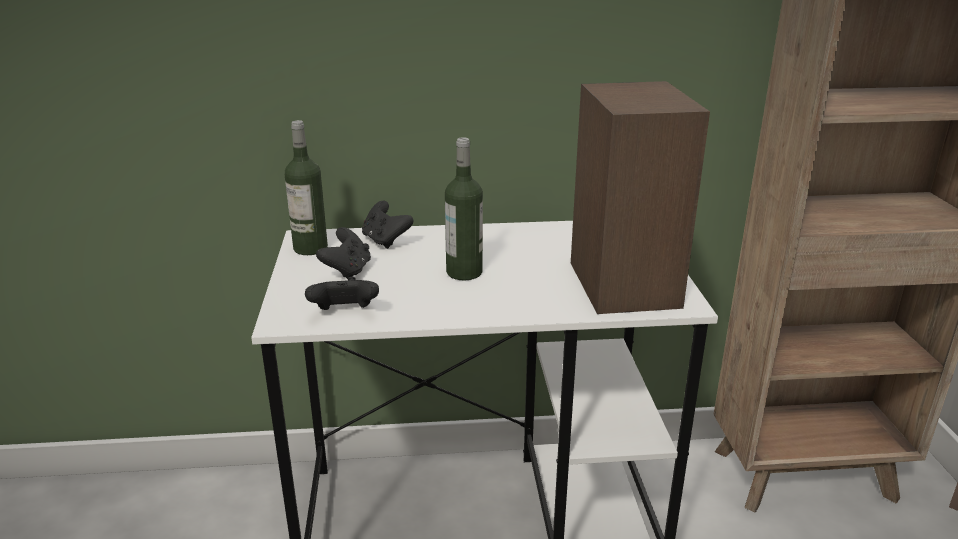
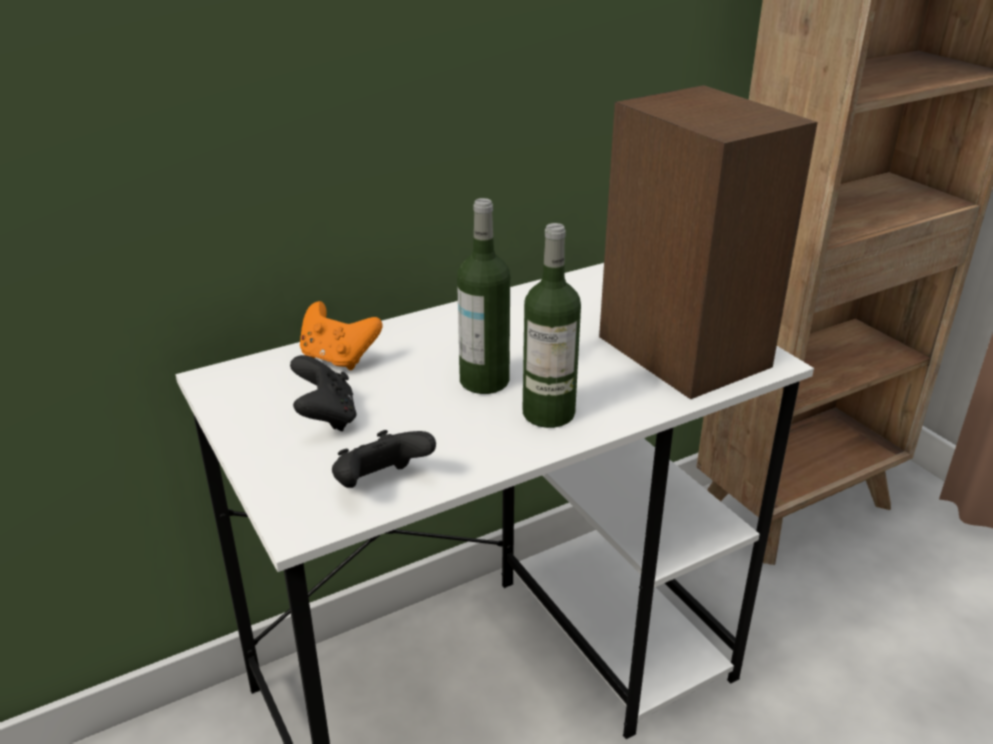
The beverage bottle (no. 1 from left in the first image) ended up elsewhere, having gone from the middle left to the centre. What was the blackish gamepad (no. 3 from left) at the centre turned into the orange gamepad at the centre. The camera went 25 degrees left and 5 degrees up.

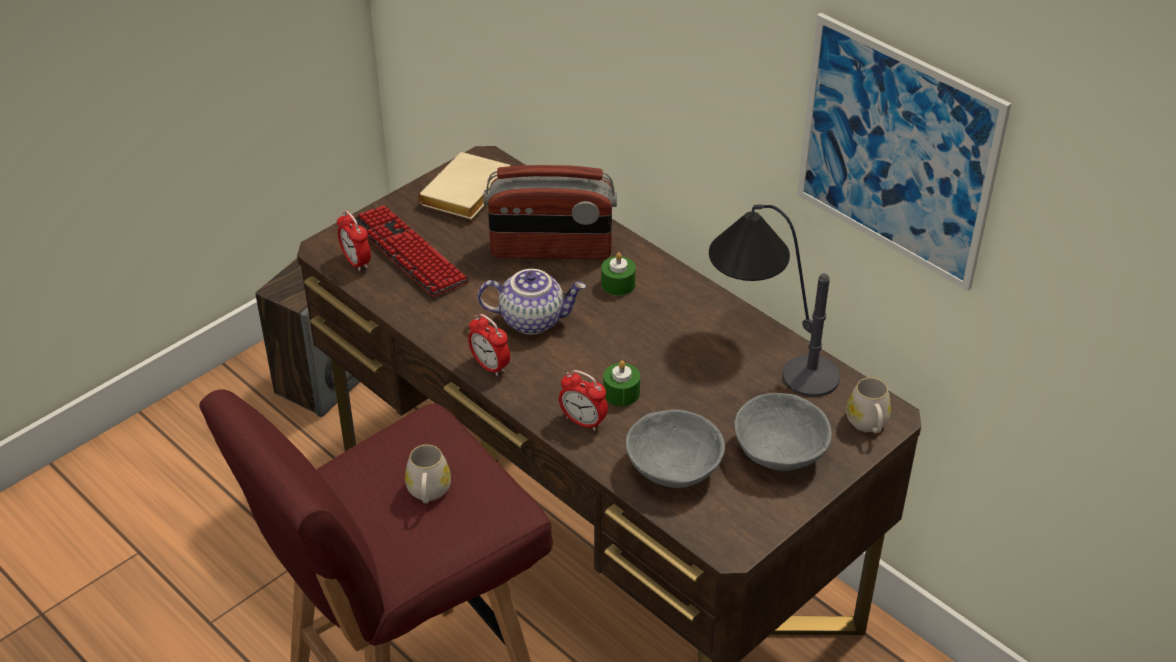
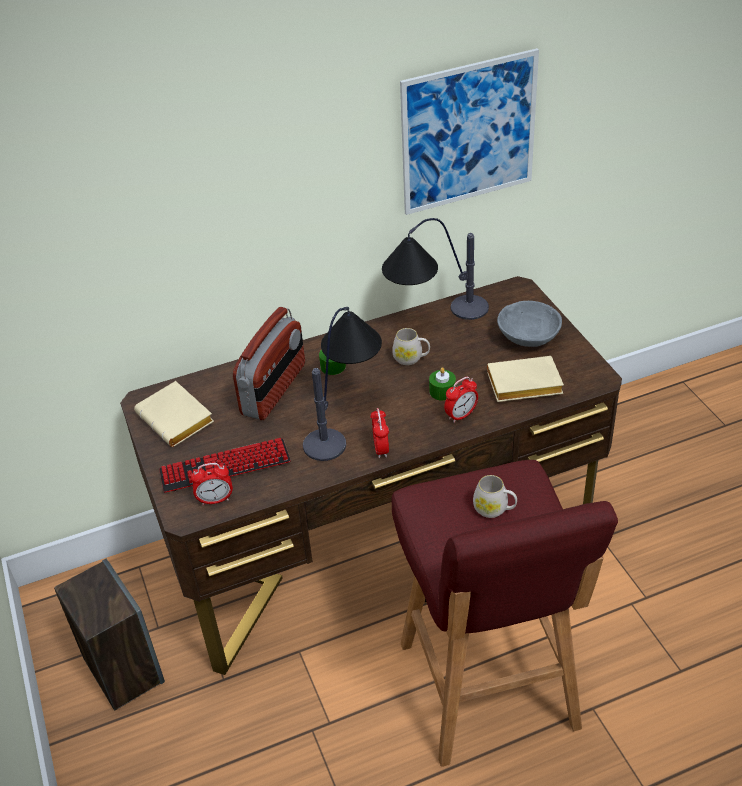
The alarm clock (no. 2 from left) at the centre ended up facing another way, 105 degrees clockwise from before. Where the teapot stood at the centre, the tabletop lamp (no. 1 from left) came to stand at the centre. Where the gray serving bowl (no. 1 from left) stood at the bottom centre, the beige-coloured bound book (no. 2 from left) came to stand at the middle right. The white-coloured mug (no. 2 from left in the first image) ended up elsewhere, having gone from the middle right to the centre. The camera went 65 degrees left and 0 degrees up.

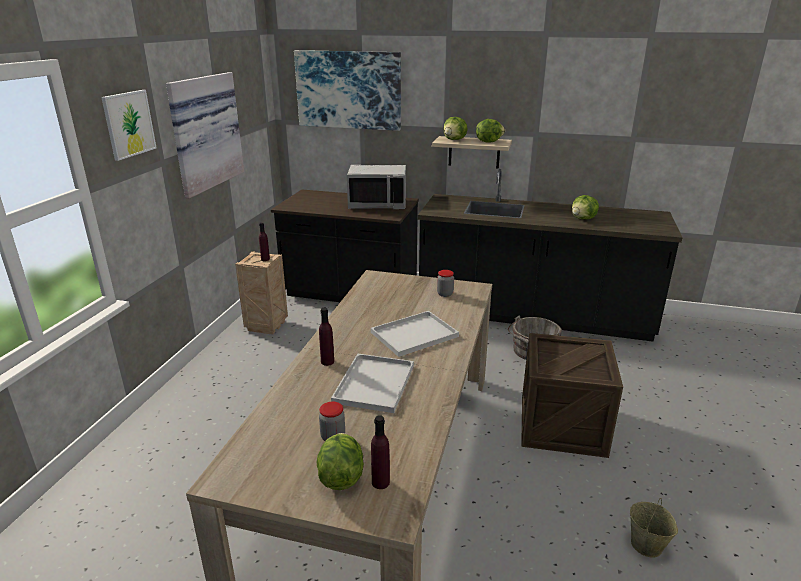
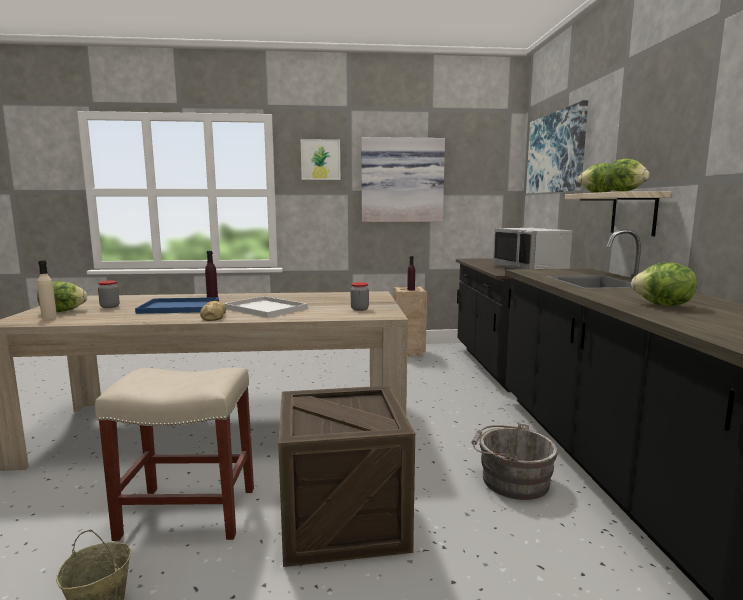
What was the white-coloured serving tray (no. 1 from left) at the centre turned into the blue serving tray at the middle left. What was the purple-coloured beverage bottle (no. 3 from left) at the bottom centre turned into the beige-coloured beverage bottle at the middle left. The second view gained the beige-coloured stool seat at the bottom left. The second view gained the baked bread at the middle left. The camera went 70 degrees right and 15 degrees down.

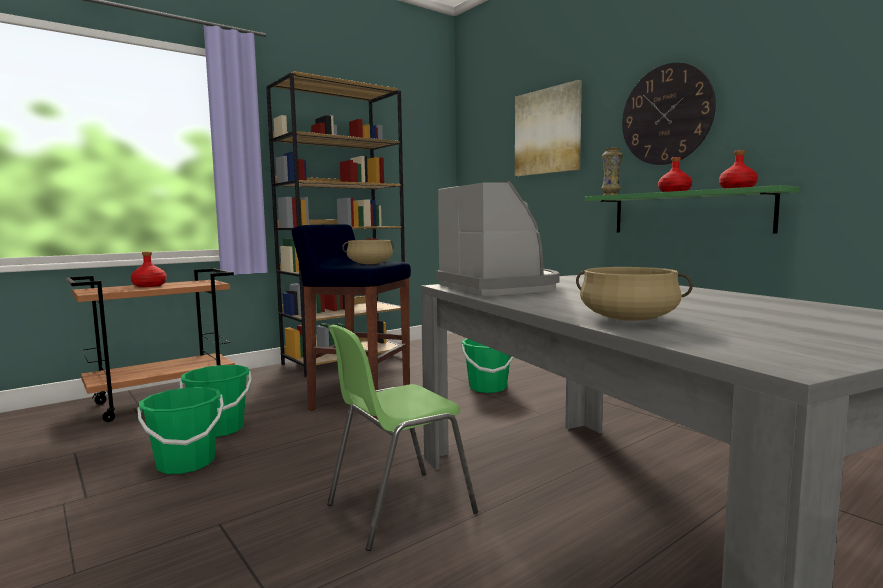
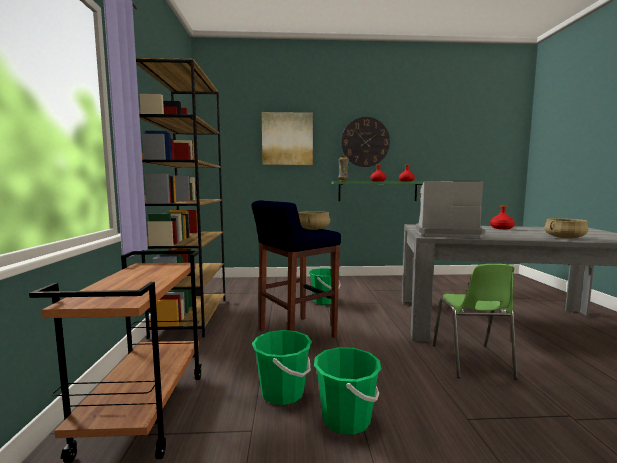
The red beverage bottle (no. 1 from left in the first image) ended up elsewhere, having gone from the middle left to the middle right. The camera went 55 degrees left and 0 degrees up.

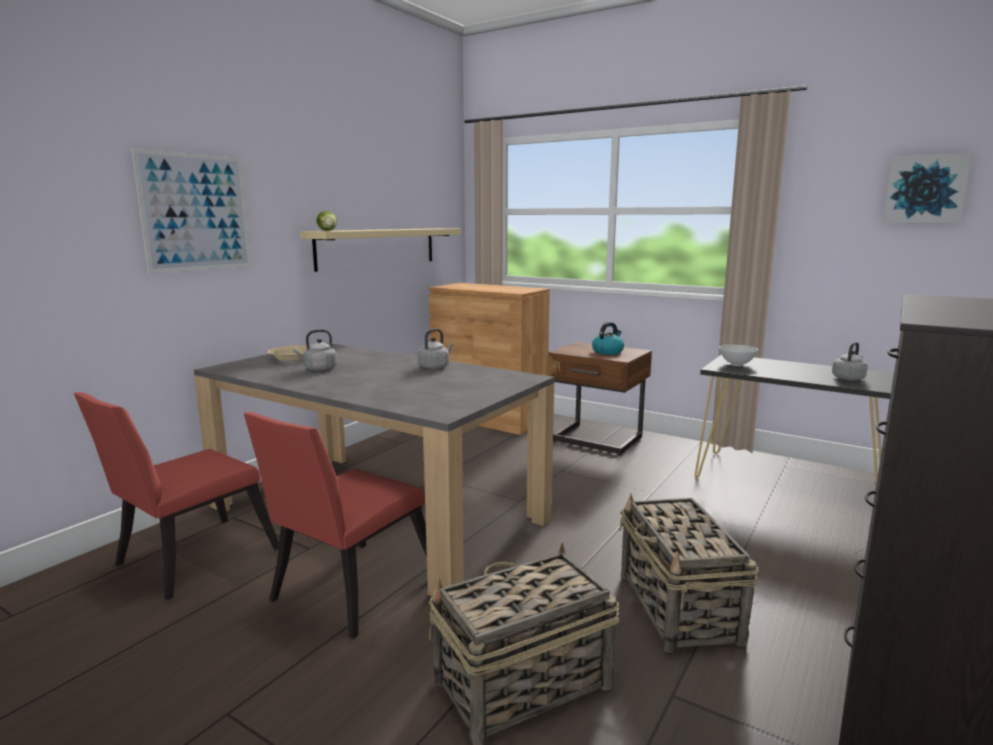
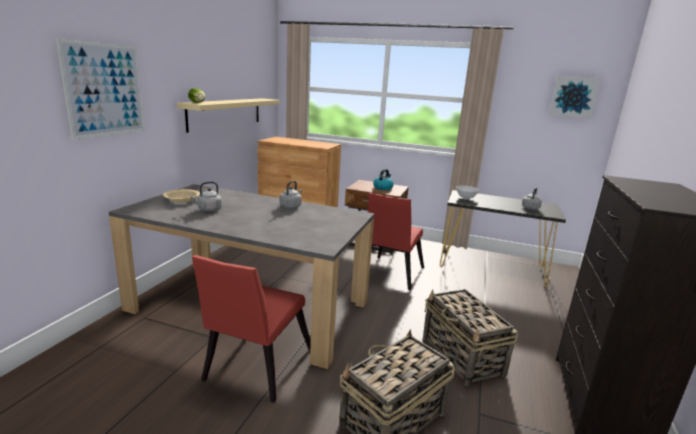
The red chair (no. 1 from left in the first image) ended up elsewhere, having gone from the middle left to the centre. The camera went 15 degrees left and 5 degrees up.

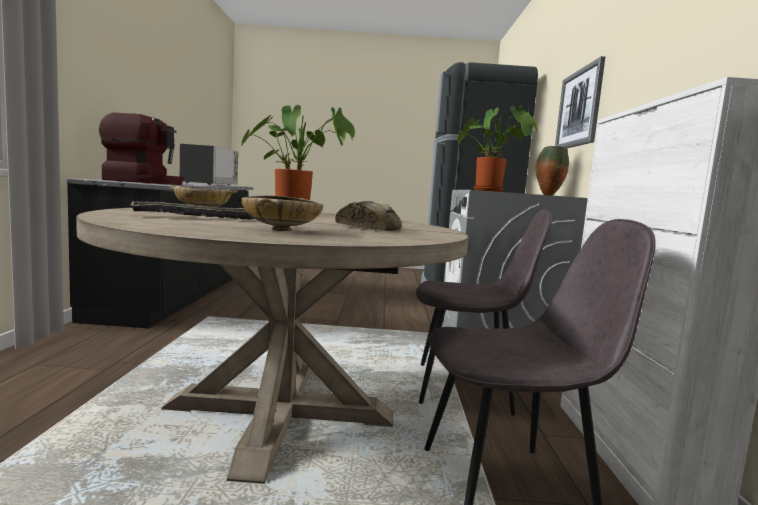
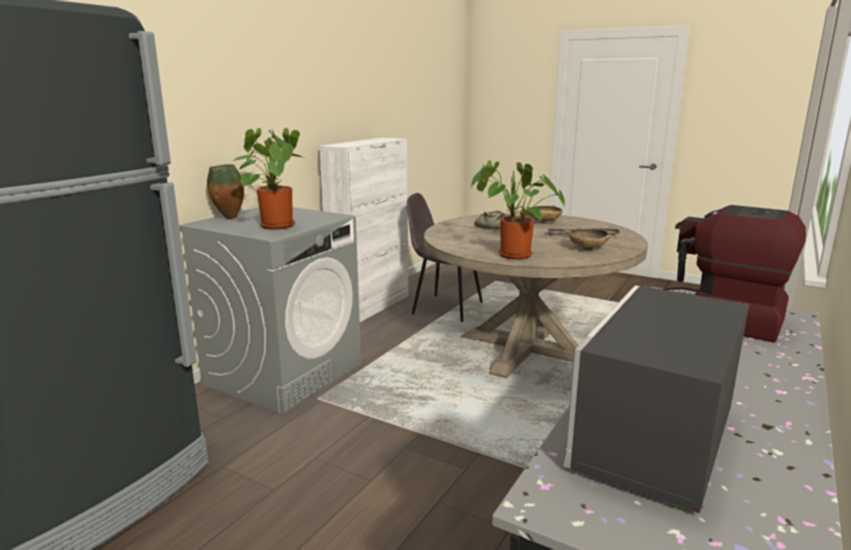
The second view lost the gray chair (no. 1 from left) at the centre. The second view lost the wall art at the top right. The camera went 150 degrees left and 10 degrees up.

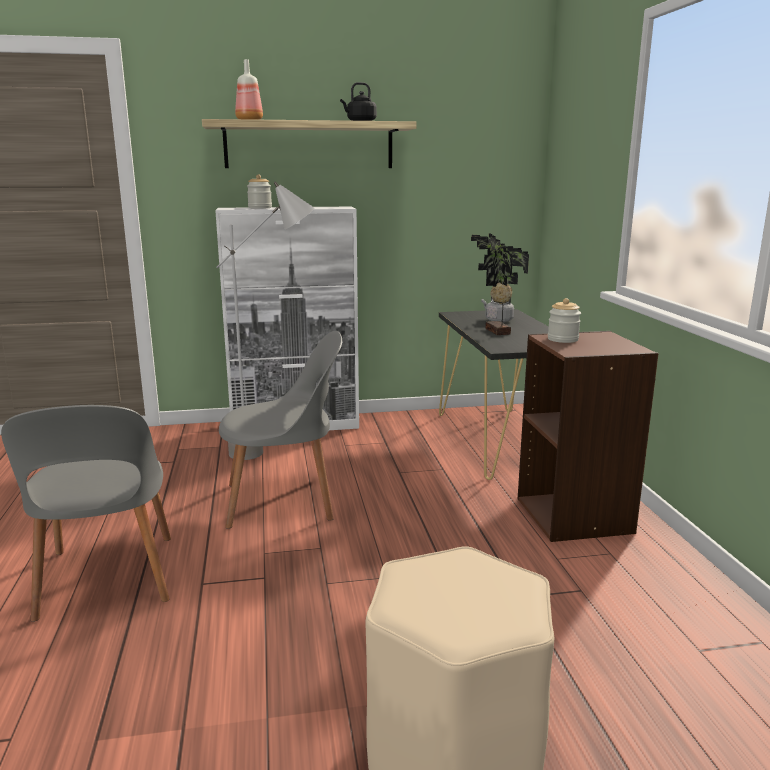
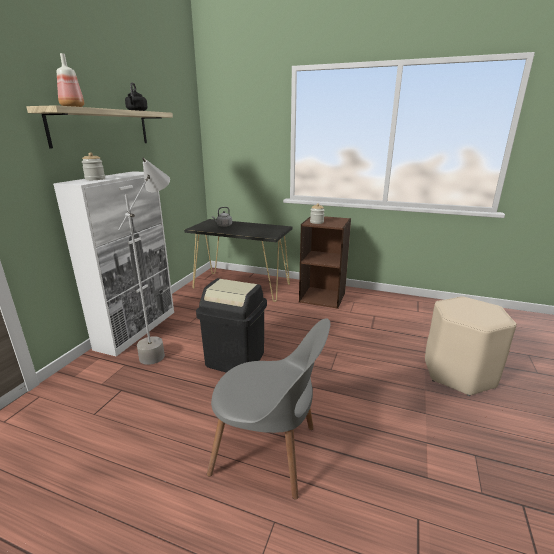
Where the gray chair (no. 2 from left) stood at the centre, the blackish trash can came to stand at the centre. The second view lost the plant in a pot at the centre. The camera went 60 degrees left and 5 degrees up.

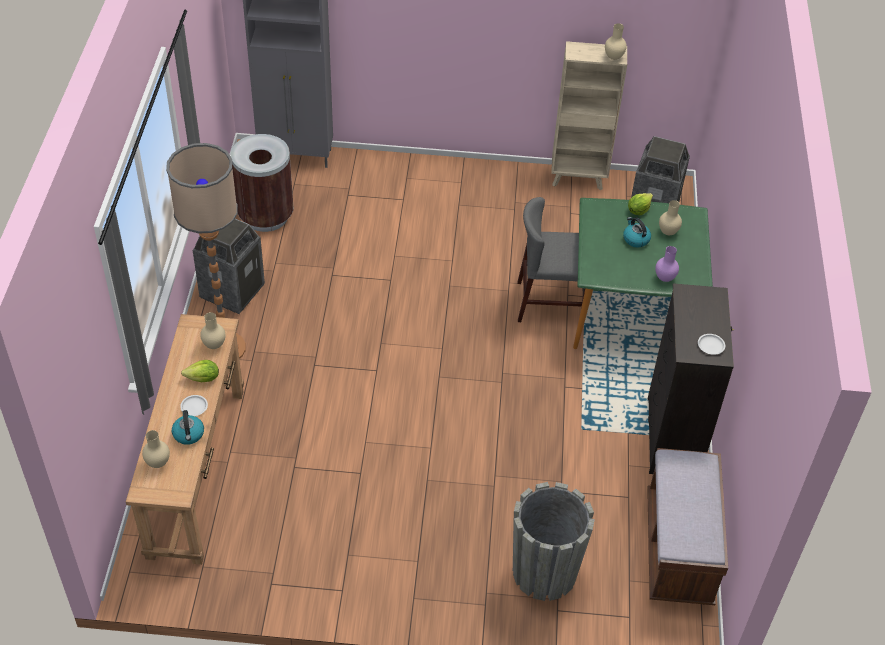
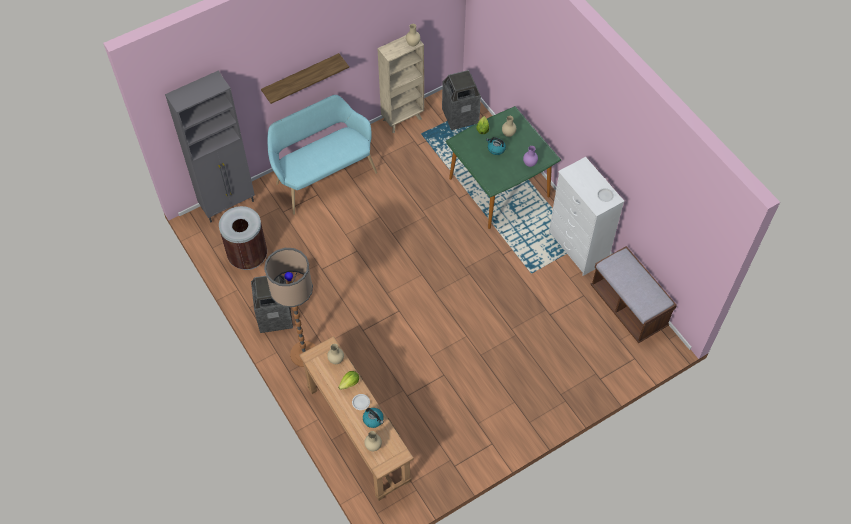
The second view lost the gray plant pot at the bottom centre. The second view lost the gray chair at the centre. What was the blackish dresser at the middle right turned into the white-coloured dresser at the middle right. The second view gained the wall shelf at the top centre. The second view gained the blue-green indoor bench at the top centre. The camera went 35 degrees left and 10 degrees up.

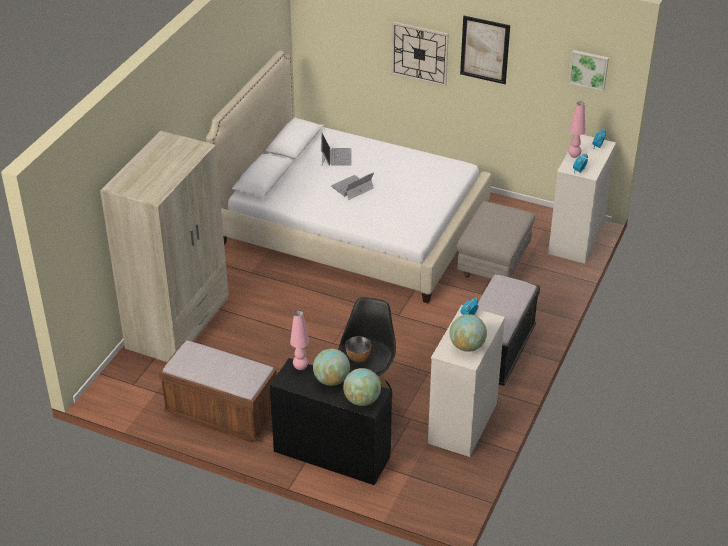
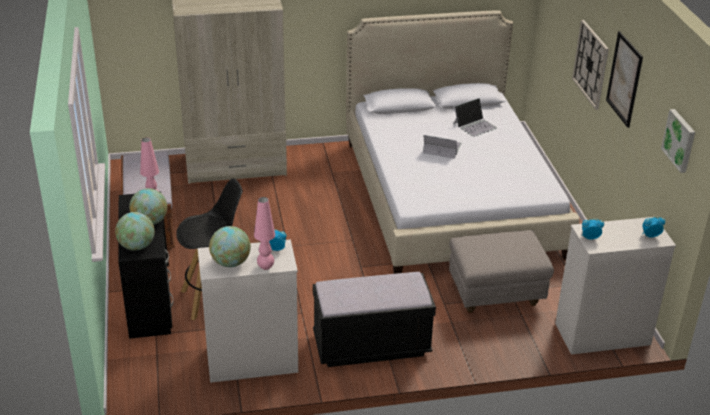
The second view lost the serving bowl at the centre. The pink-coloured tabletop lamp (no. 2 from left) ended up elsewhere, having gone from the top right to the centre. The camera went 55 degrees right and 5 degrees down.

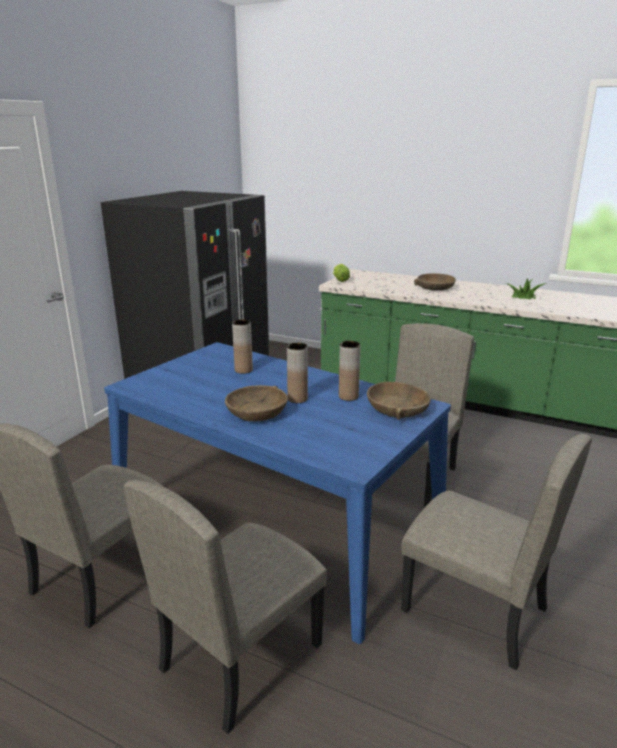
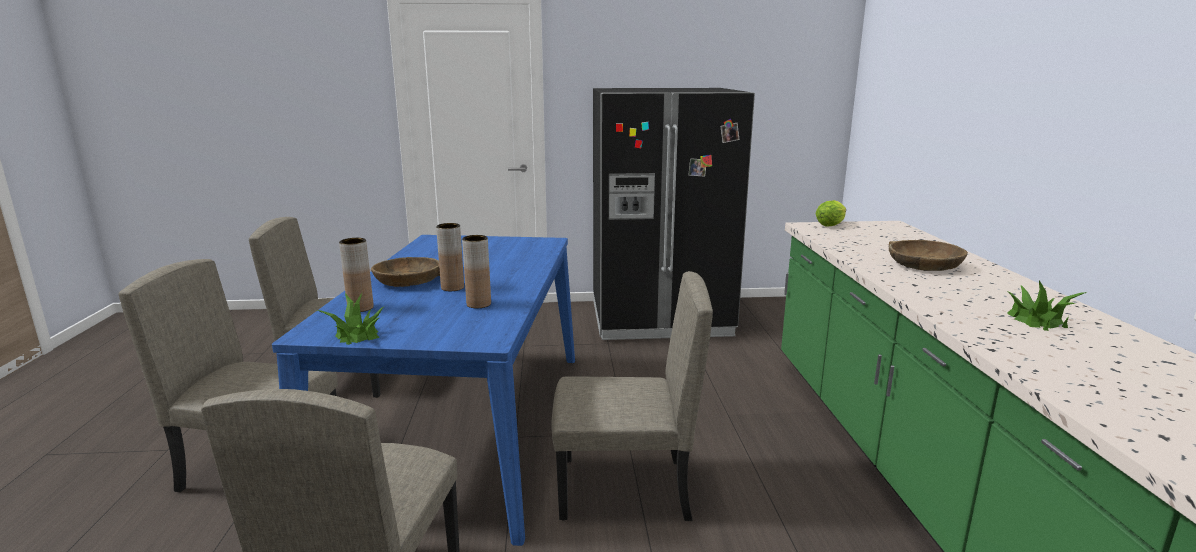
The brownish decorative vase (no. 1 from left) ended up elsewhere, having gone from the centre to the middle left. The second view lost the brownish serving bowl (no. 2 from left) at the centre. The second view gained the plant in a pot (no. 1 from left) at the middle left. The camera went 60 degrees right and 5 degrees down.

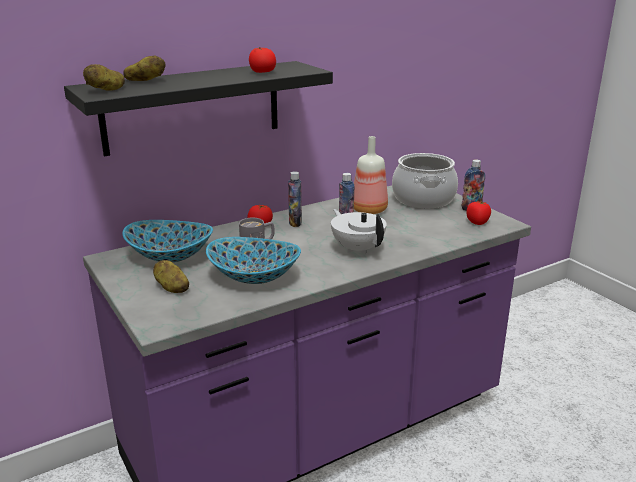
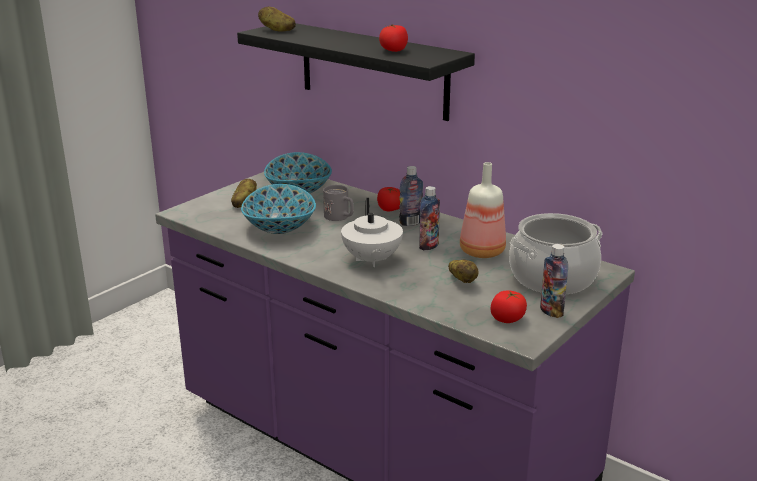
The spud (no. 2 from left in the first image) ended up elsewhere, having gone from the top left to the centre. The white-coloured teapot at the centre ended up facing another way, 135 degrees clockwise from before. The camera went 70 degrees right and 0 degrees up.

